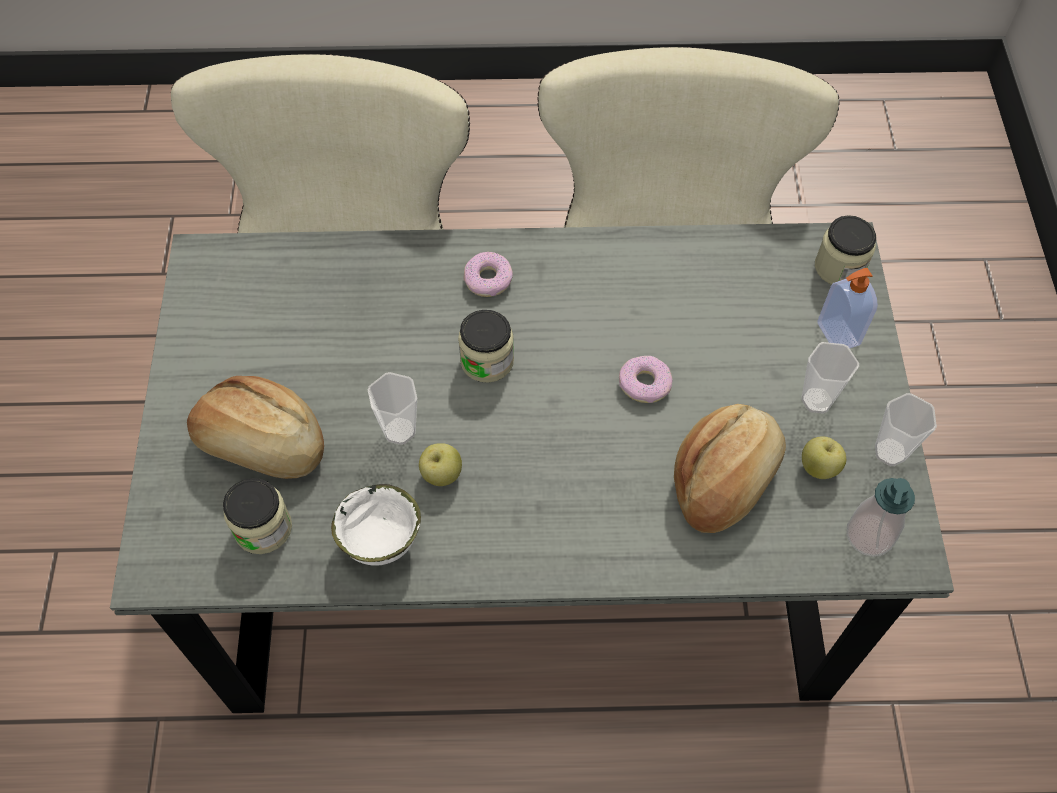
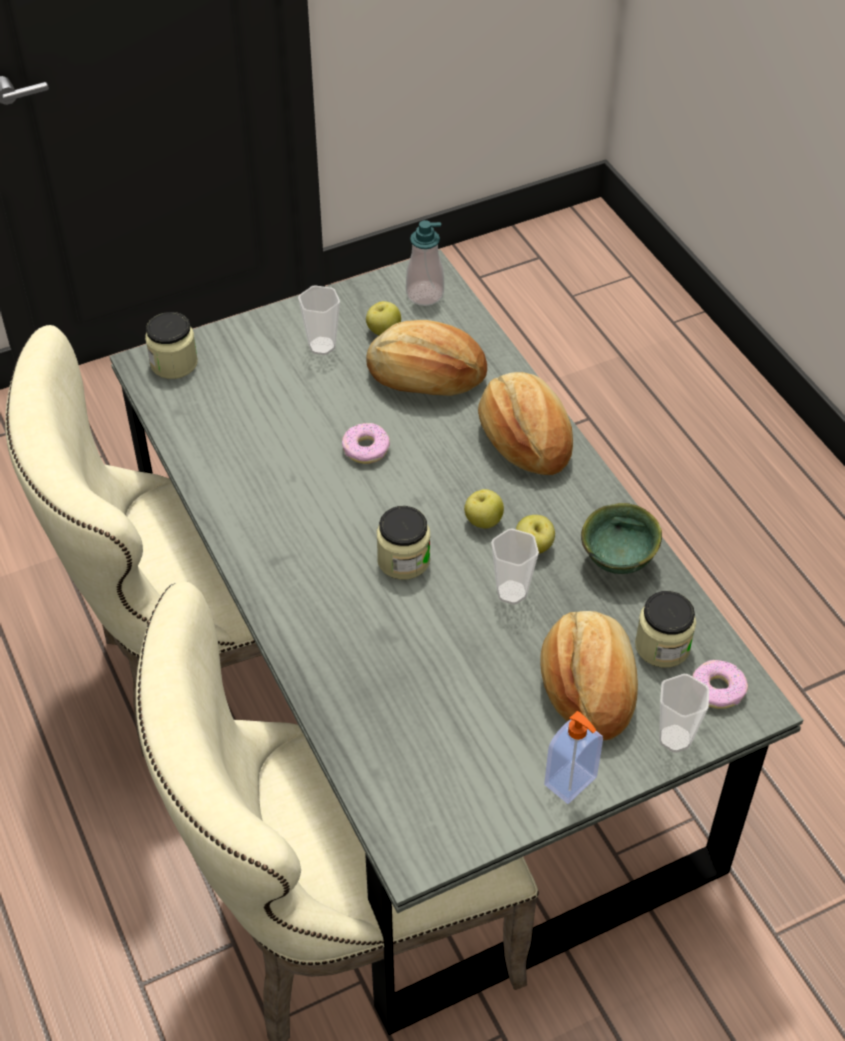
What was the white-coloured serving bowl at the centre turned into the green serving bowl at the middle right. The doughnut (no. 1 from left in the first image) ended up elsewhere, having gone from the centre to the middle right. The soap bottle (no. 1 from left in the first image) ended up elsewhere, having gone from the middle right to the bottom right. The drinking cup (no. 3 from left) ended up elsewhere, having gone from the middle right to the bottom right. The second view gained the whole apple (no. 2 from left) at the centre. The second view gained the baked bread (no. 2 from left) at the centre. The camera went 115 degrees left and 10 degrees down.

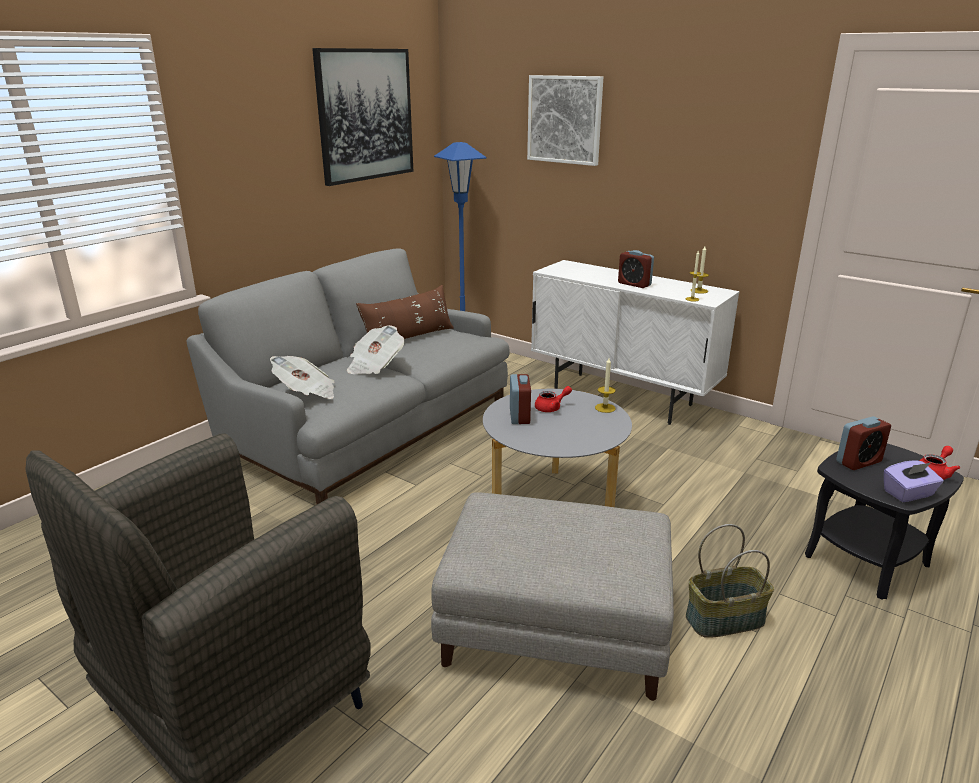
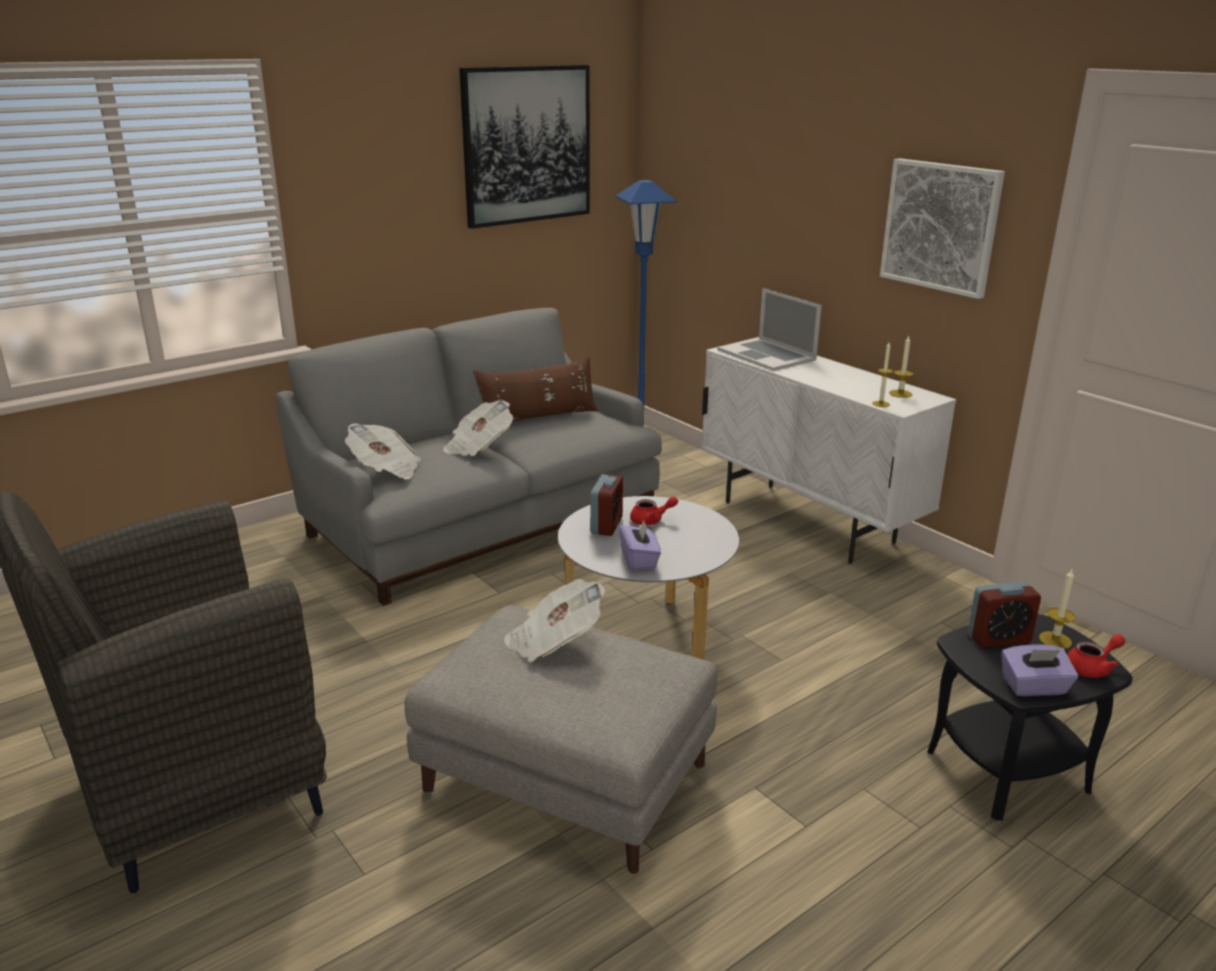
The wall art (no. 2 from left) ended up elsewhere, having gone from the top centre to the top right. The wax light (no. 1 from left in the first image) ended up elsewhere, having gone from the centre to the middle right. The second view lost the alarm clock (no. 2 from left) at the centre. The second view lost the household basket at the bottom right. The second view gained the newspaper (no. 3 from left) at the centre. The second view gained the purple-coloured tissue holder (no. 1 from left) at the centre. The second view gained the portable computer at the centre. The camera went 15 degrees right and 0 degrees up.

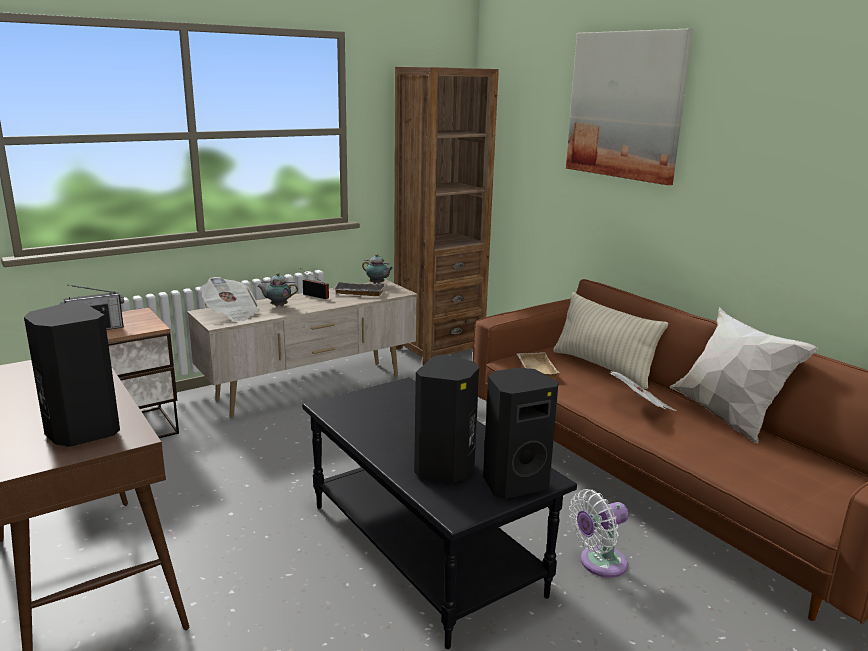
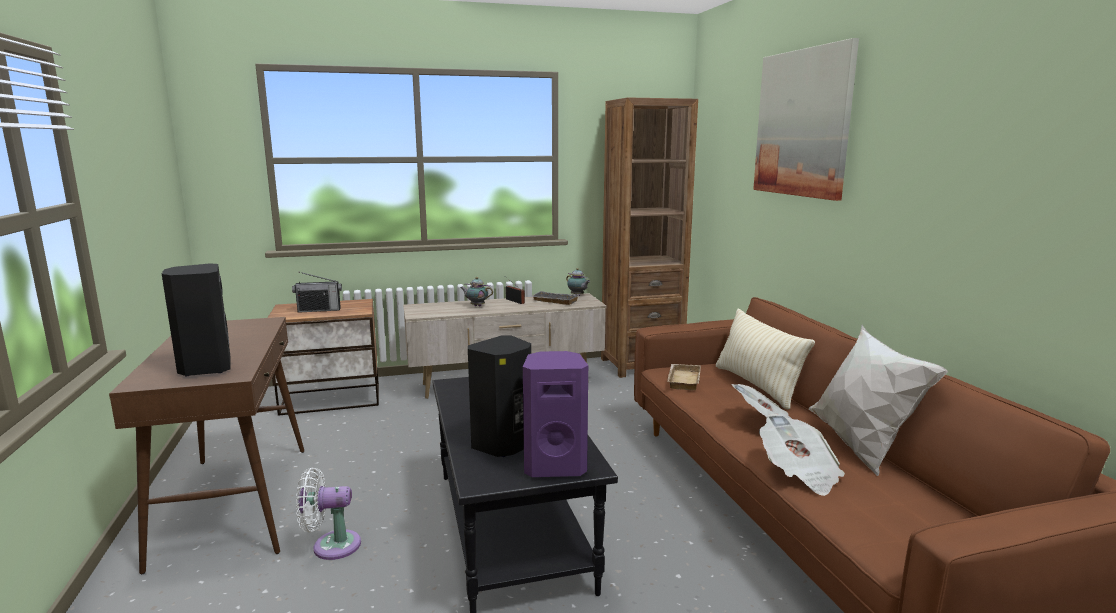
The newspaper (no. 1 from left in the first image) ended up elsewhere, having gone from the middle left to the bottom right. What was the blackish audio speaker (no. 3 from left) at the centre turned into the purple-coloured audio speaker at the bottom centre. The white-coloured electric fan ended up elsewhere, having gone from the bottom right to the bottom left. The camera went 20 degrees right and 5 degrees down.

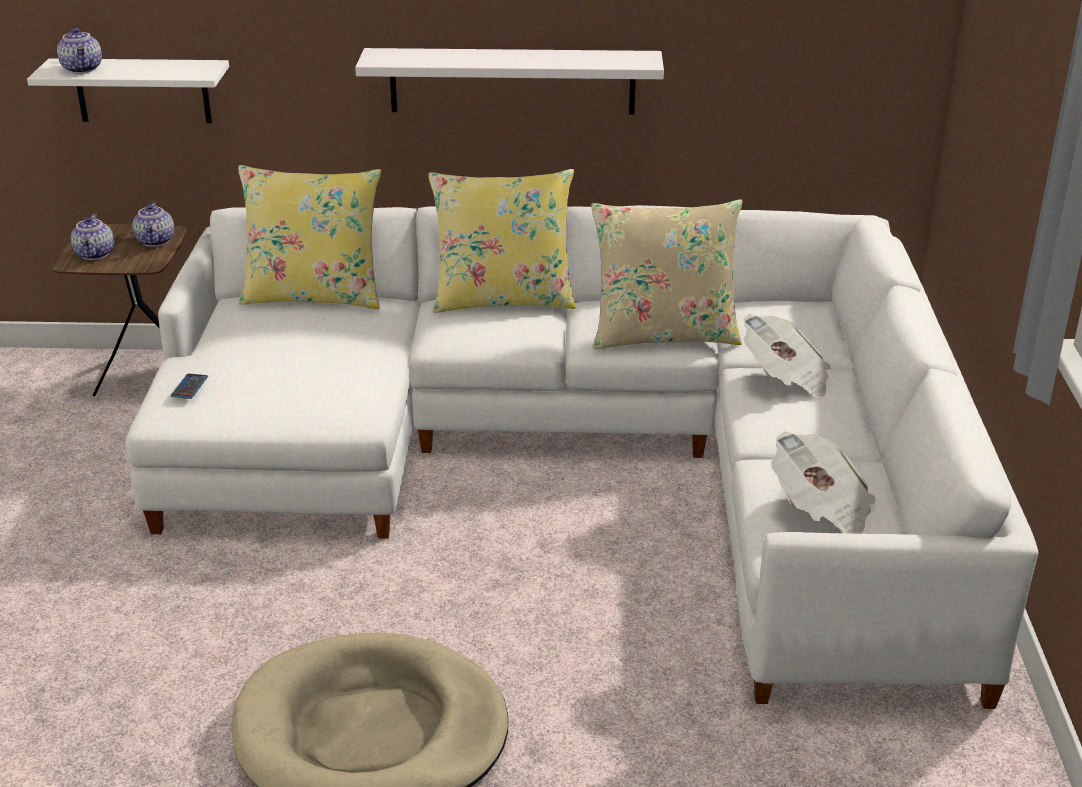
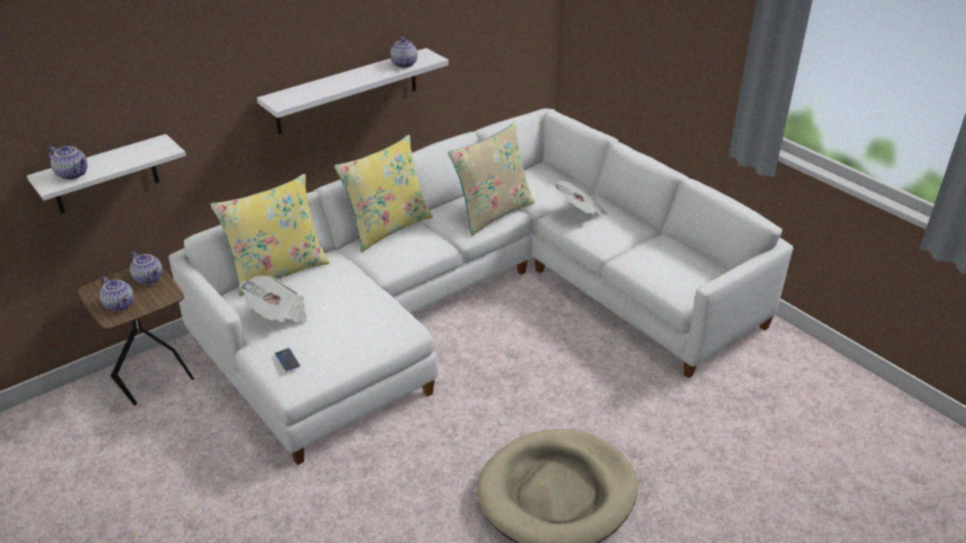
The newspaper (no. 2 from left in the first image) ended up elsewhere, having gone from the middle right to the middle left. The second view gained the teapot (no. 4 from left) at the top centre. The camera went 40 degrees left and 5 degrees up.

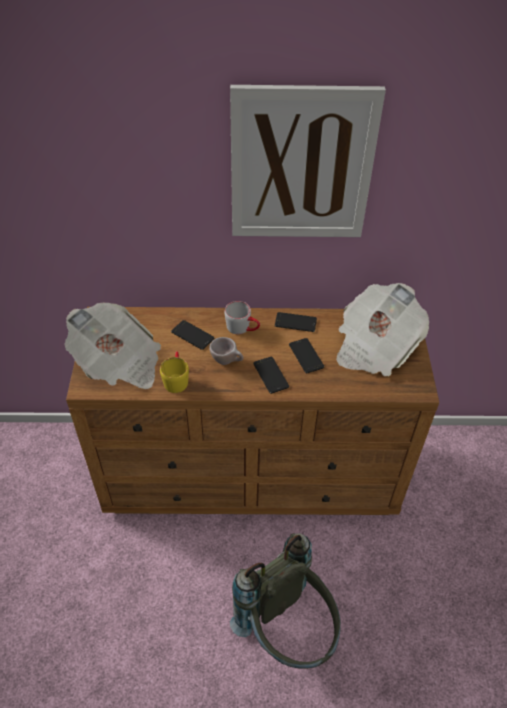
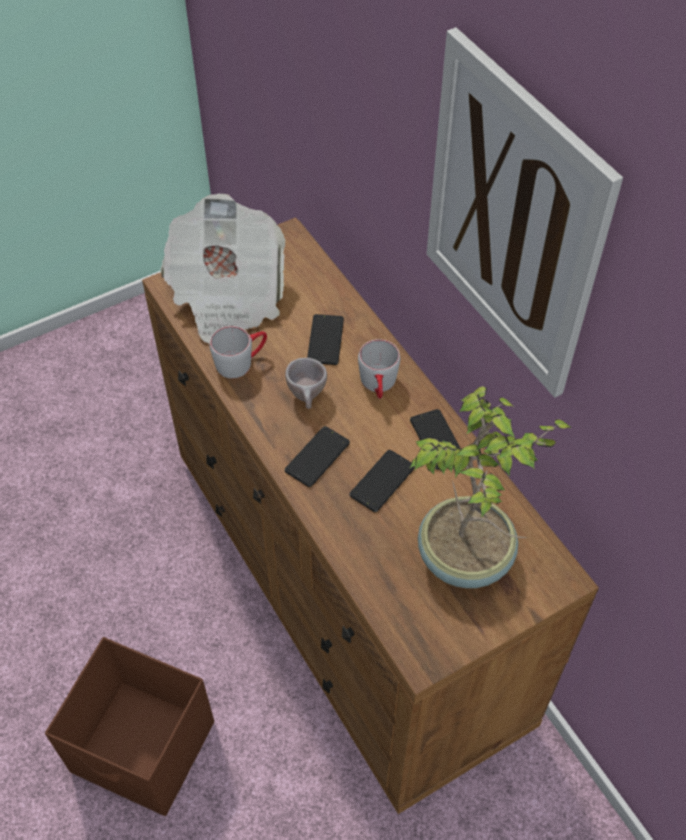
What was the yellow mug at the centre turned into the gray mug (no. 1 from left) at the centre. Where the gray rucksack stood at the bottom centre, the brownish storage bin came to stand at the bottom left. Where the newspaper (no. 2 from left) stood at the middle right, the plant in a pot came to stand at the middle right. The camera went 60 degrees right and 5 degrees up.

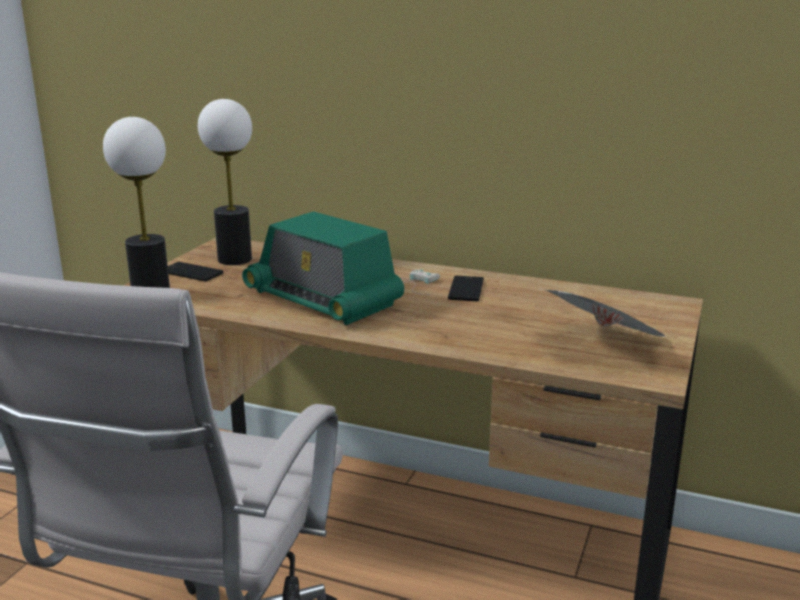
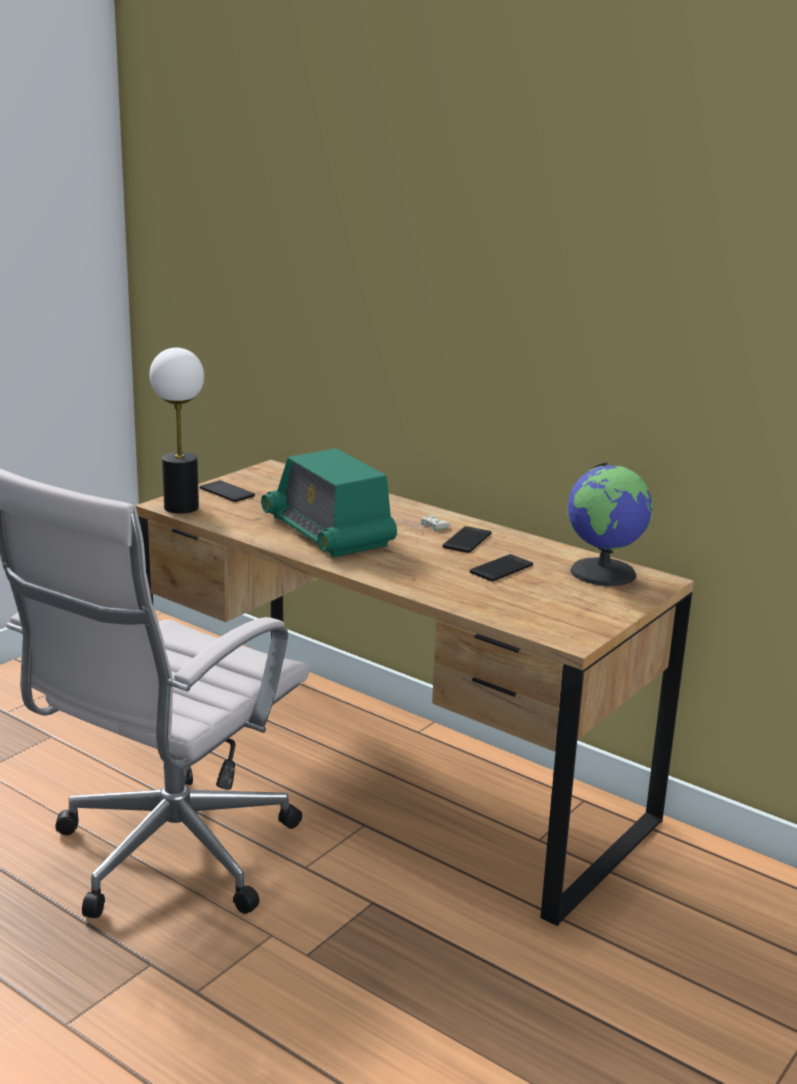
The second view lost the tabletop lamp (no. 2 from left) at the top left. The second view lost the newspaper at the middle right. The second view gained the phone (no. 3 from left) at the centre. The second view gained the desk globe at the middle right. The camera went 15 degrees right and 0 degrees up.

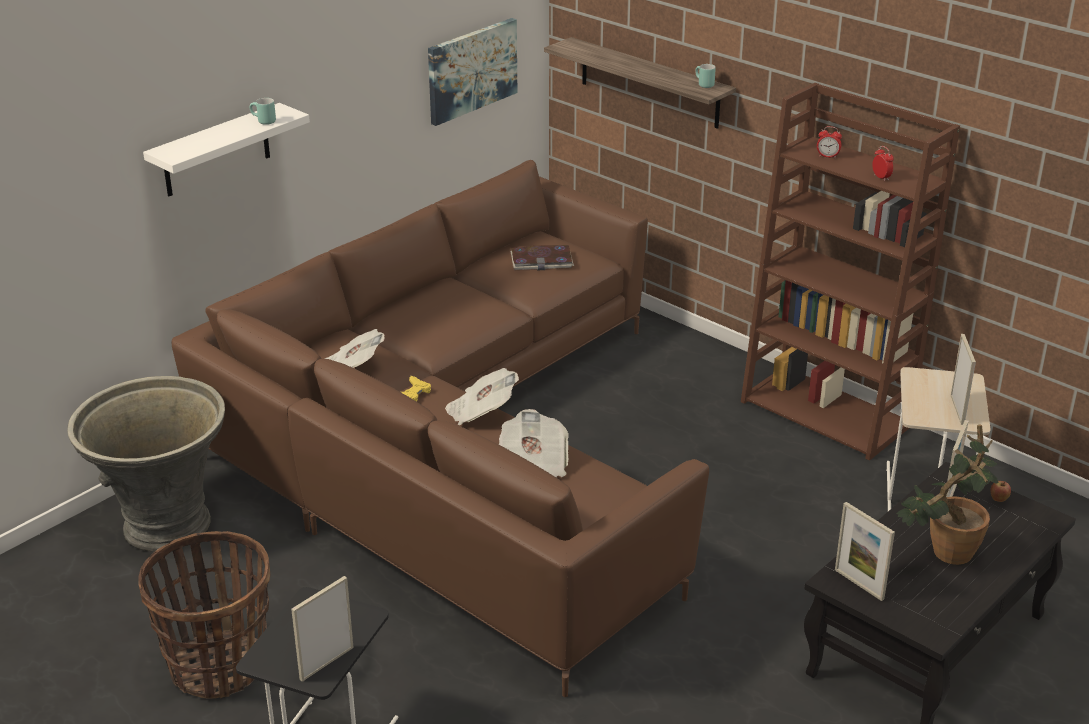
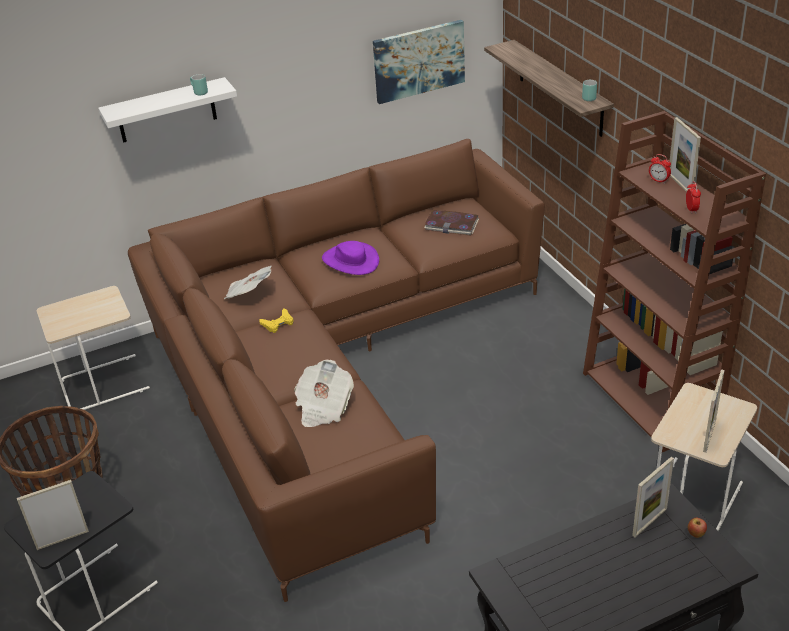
Where the gray plant pot stood at the middle left, the beige-coloured side table (no. 1 from left) came to stand at the middle left. The second view lost the newspaper (no. 2 from left) at the centre. The picture frame (no. 2 from left in the first image) ended up elsewhere, having gone from the bottom right to the top right. The second view lost the plant in a pot at the bottom right. The second view gained the purple-coloured hat at the centre. The camera went 25 degrees right and 5 degrees up.

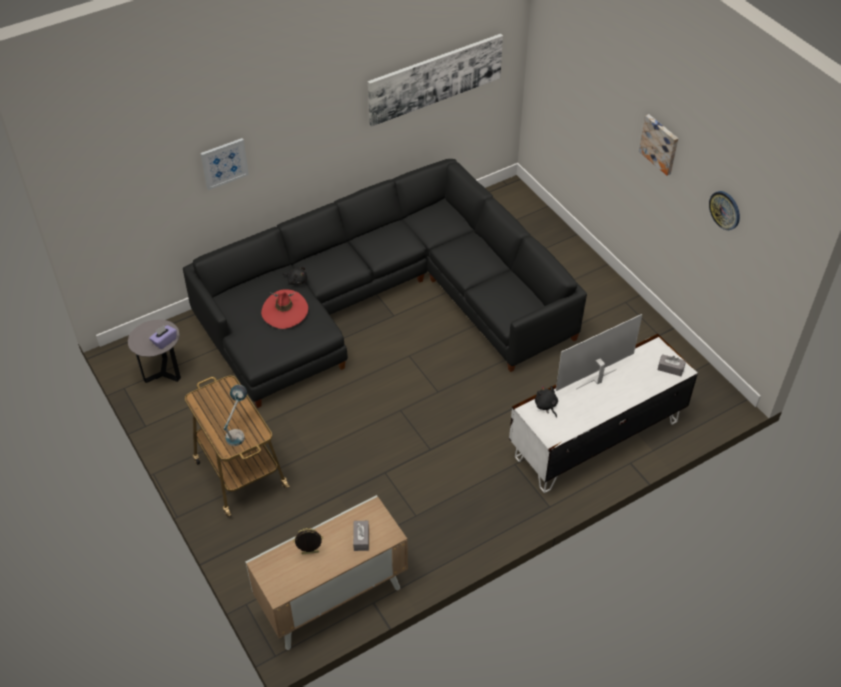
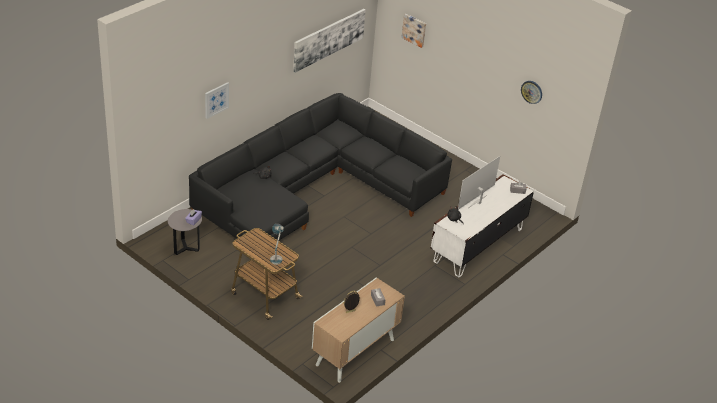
The second view lost the red hat at the centre. The wall art (no. 3 from left) ended up elsewhere, having gone from the top right to the top centre. The camera went 20 degrees left and 10 degrees down.

